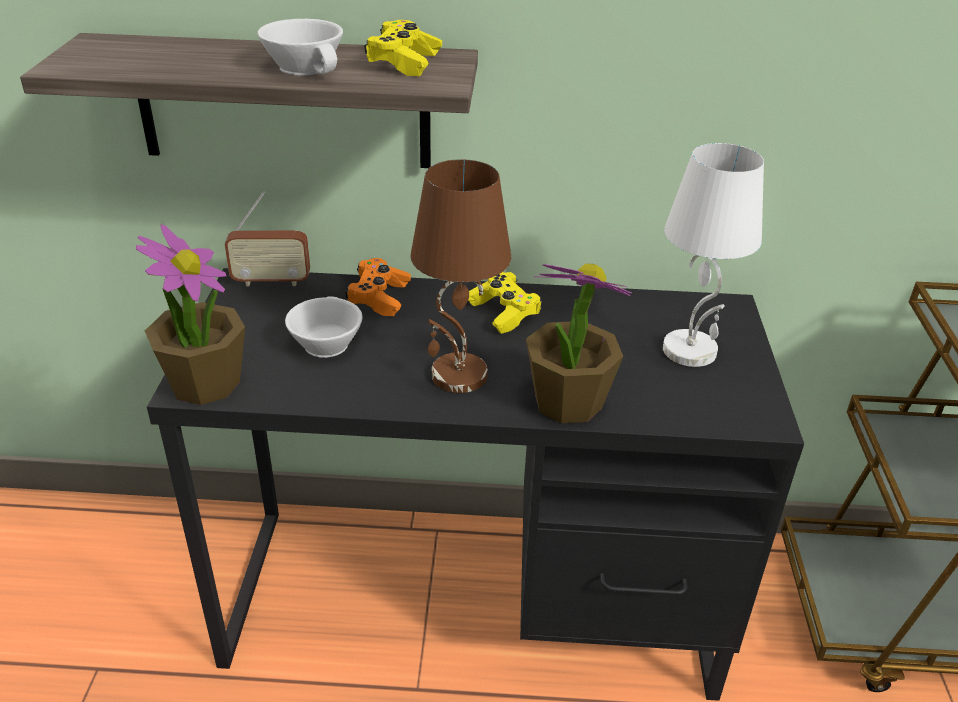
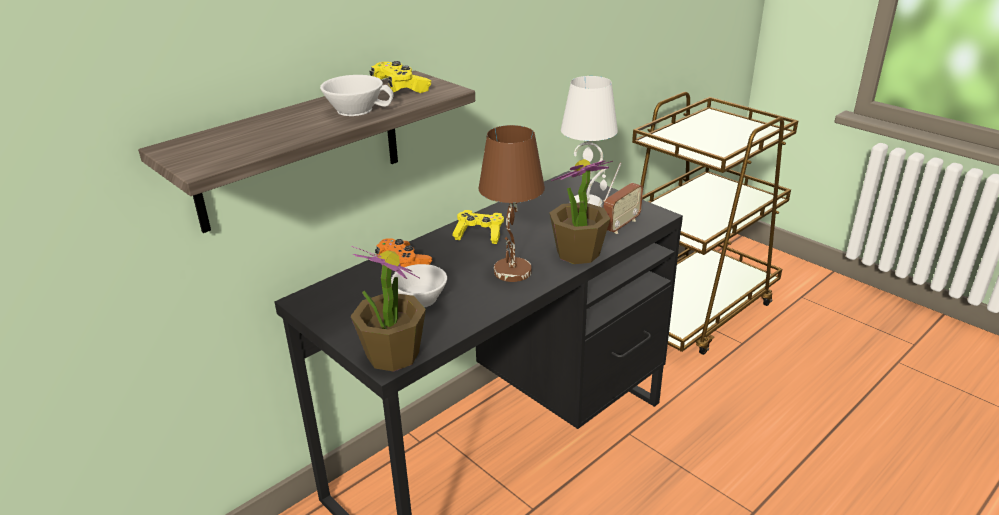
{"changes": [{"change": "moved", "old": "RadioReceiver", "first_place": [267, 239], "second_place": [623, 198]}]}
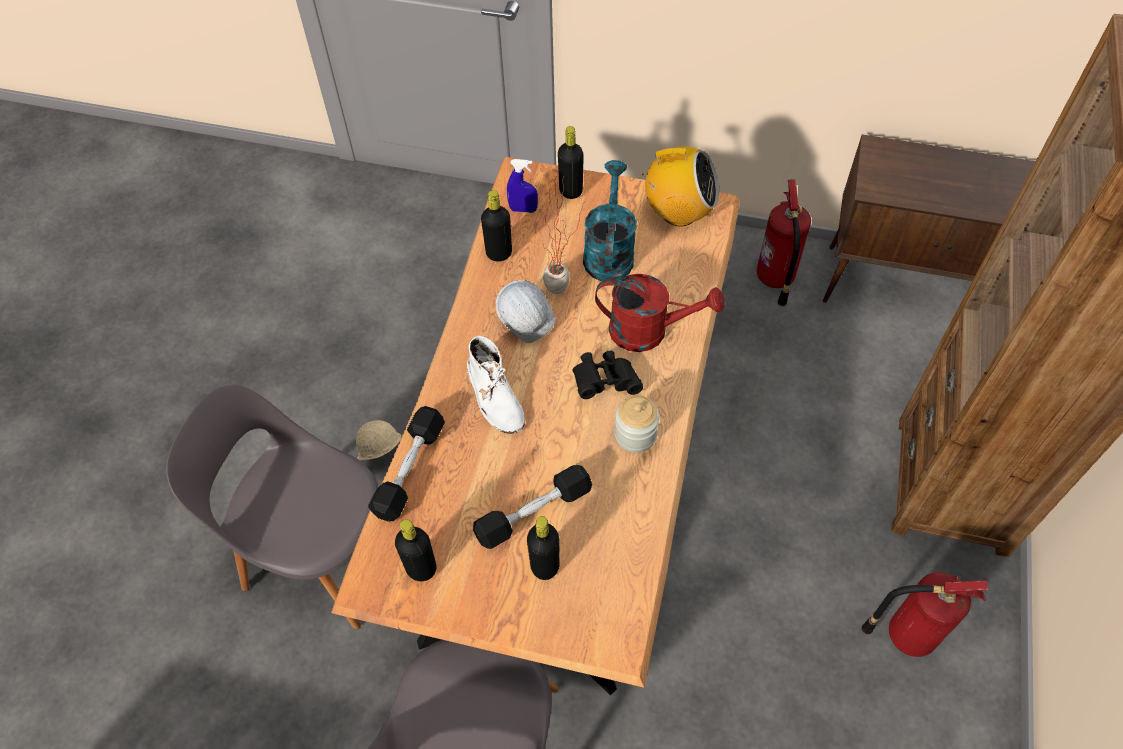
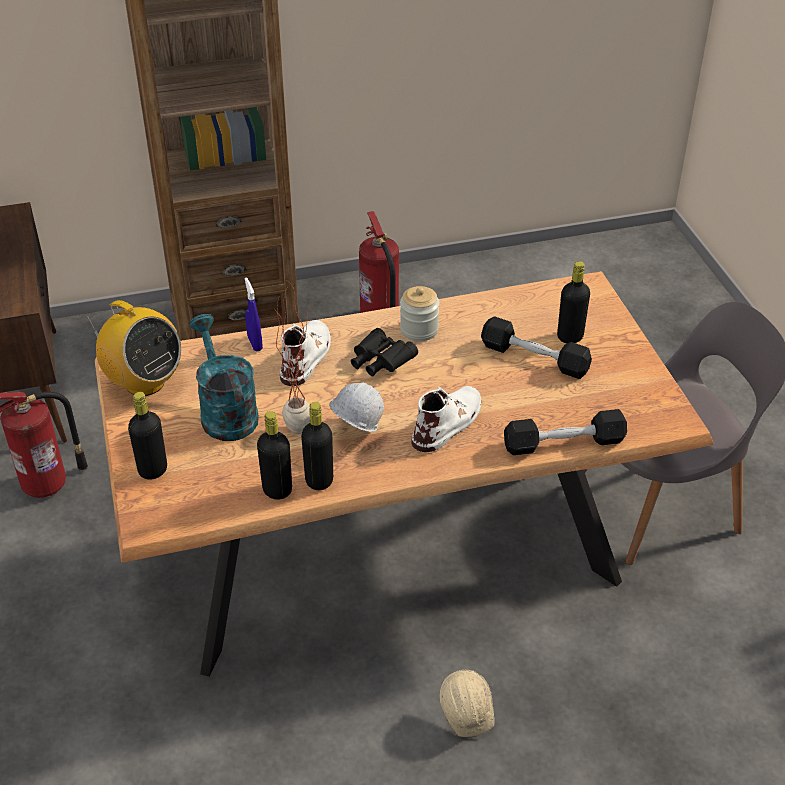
{"changes": [{"change": "turned", "old": "RadioReceiver", "first_place": [680, 186], "second_place": [133, 348], "degrees": 150}, {"change": "moved", "old": "BlueSprayBottle", "first_place": [522, 186], "second_place": [254, 314]}, {"change": "turned", "old": "TurquoiseColouredWateringCan", "first_place": [610, 220], "second_place": [224, 377], "degrees": 90}, {"change": "replaced", "old": "RedWateringCan", "new": "WhiteBoot", "first_place": [660, 313], "second_place": [305, 353]}, {"change": "removed", "old": "GrayChair", "first_place": [272, 507]}, {"change": "moved", "old": "BlackishDrinkBottle", "first_place": [415, 550], "second_place": [317, 446]}]}
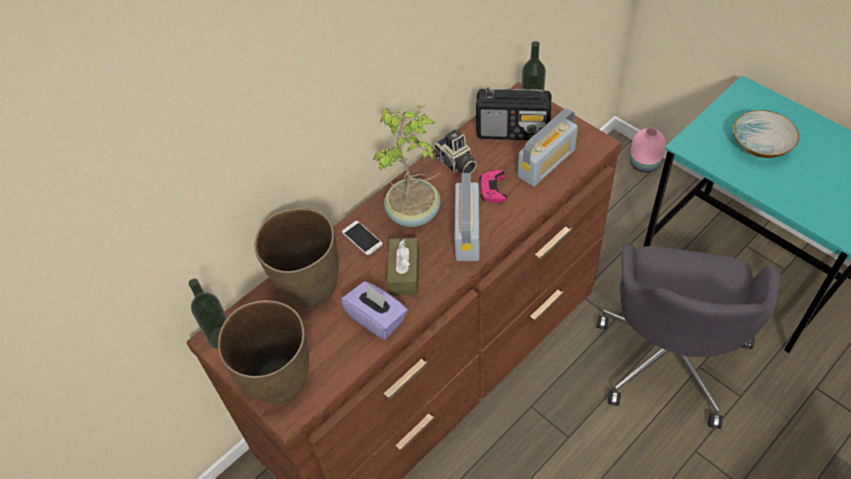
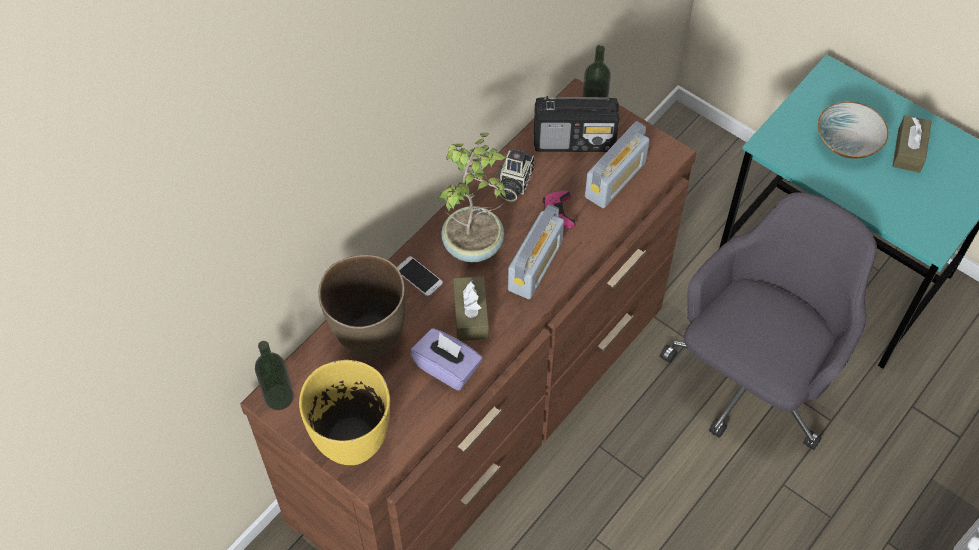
{"changes": [{"change": "removed", "old": "PinkVase", "first_place": [648, 150]}, {"change": "turned", "old": "PhotoCamera", "first_place": [455, 151], "second_place": [516, 175], "degrees": 60}, {"change": "turned", "old": "RadioReceiver", "first_place": [467, 217], "second_place": [536, 251], "degrees": -150}, {"change": "turned", "old": "GrayOfficeChair", "first_place": [689, 336], "second_place": [768, 321], "degrees": -150}, {"change": "recoloured", "old": "BrownColouredVase", "new": "YellowishVase", "first_place": [263, 351], "second_place": [344, 412]}, {"change": "added", "new": "BrownColouredBoxOfTissues", "second_place": [912, 144]}]}
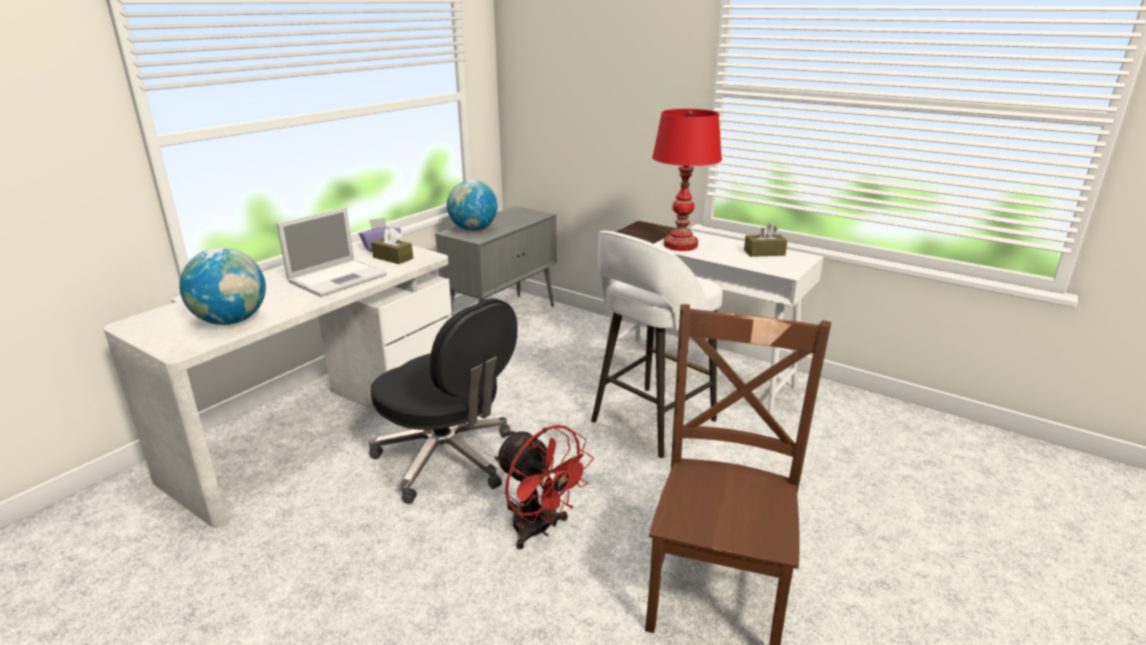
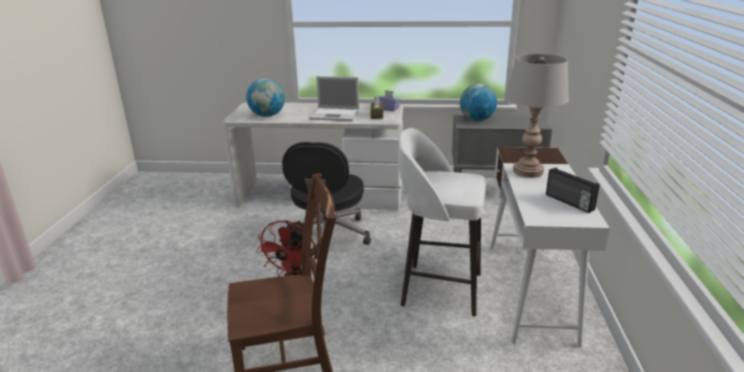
{"changes": [{"change": "recoloured", "old": "RedTabletopLamp", "new": "GrayTabletopLamp", "first_place": [687, 180], "second_place": [537, 116]}, {"change": "replaced", "old": "BrownColouredBoxOfTissues", "new": "RadioReceiver", "first_place": [765, 240], "second_place": [573, 190]}]}
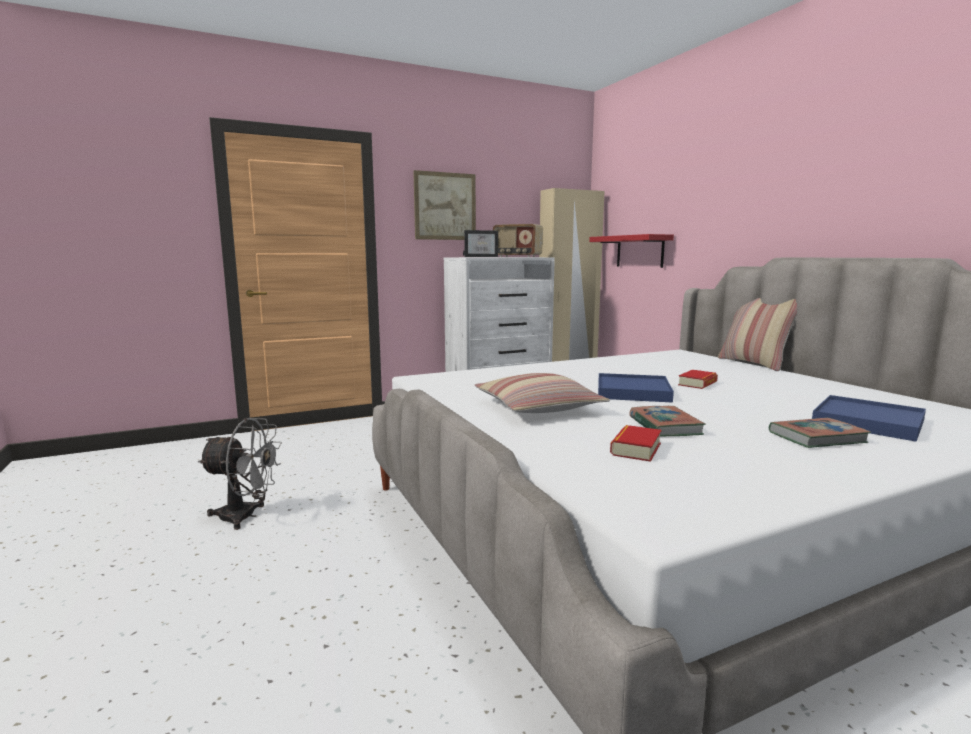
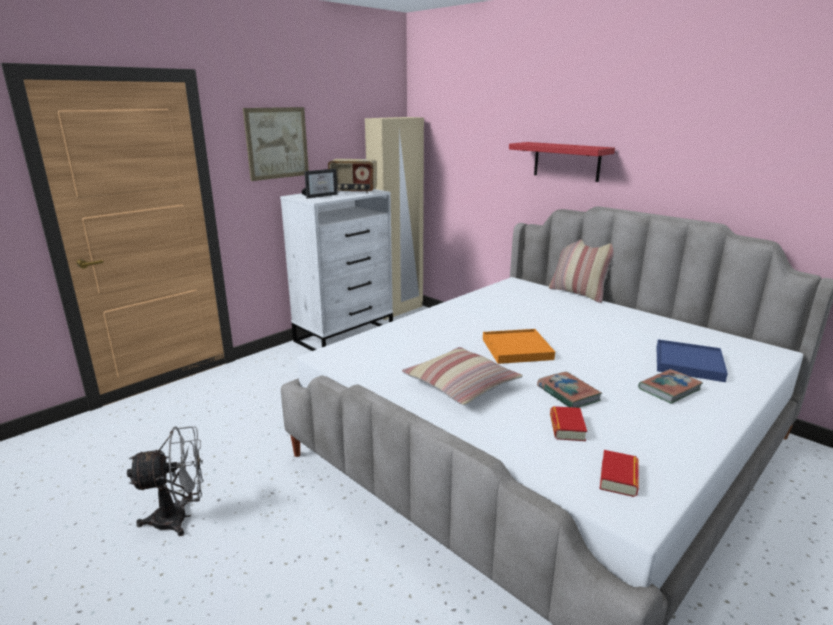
{"changes": [{"change": "moved", "old": "RedShelf", "first_place": [631, 251], "second_place": [562, 162]}, {"change": "moved", "old": "Volume", "first_place": [698, 379], "second_place": [619, 473]}, {"change": "recoloured", "old": "BlueServingTray", "new": "OrangeyServingTray", "first_place": [636, 388], "second_place": [519, 346]}]}
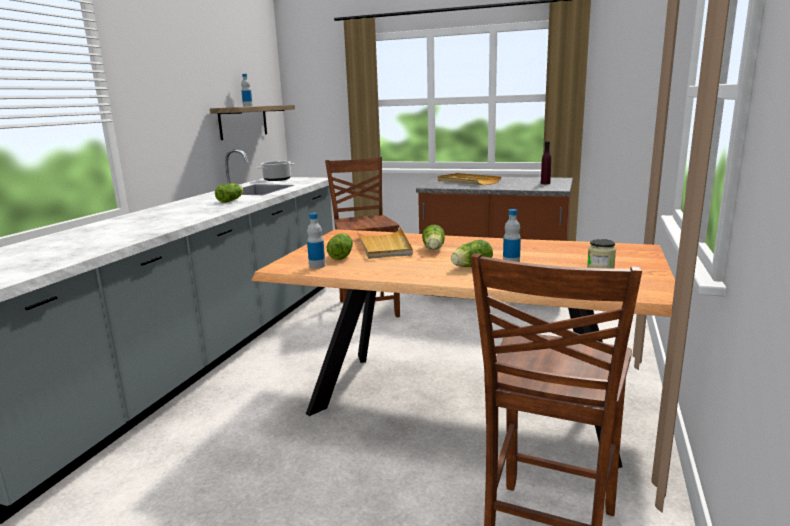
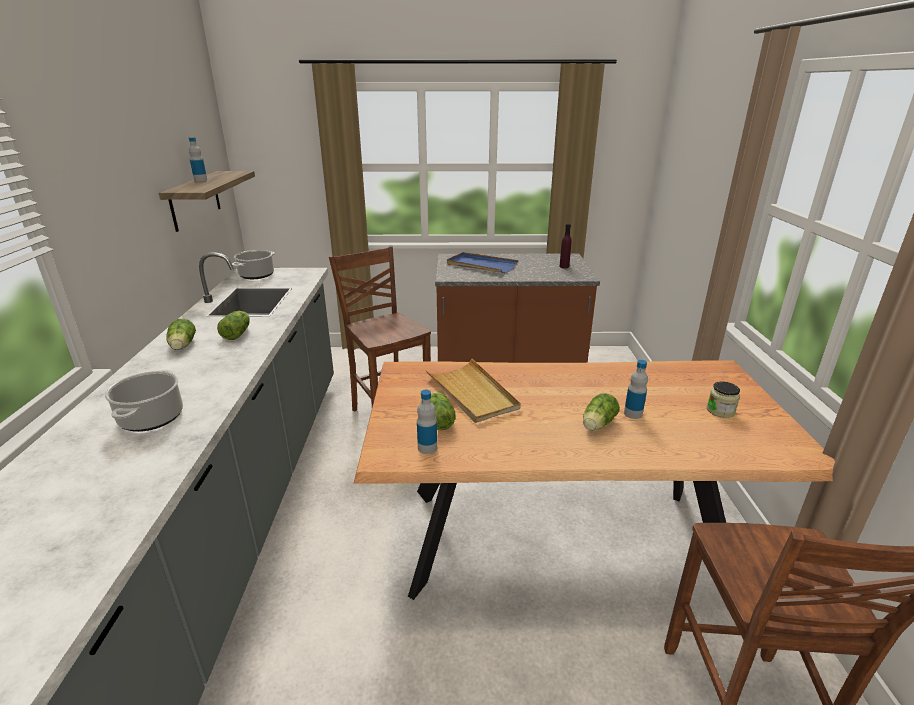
{"changes": [{"change": "recoloured", "old": "SandColouredServingTray", "new": "BlueServingTray", "first_place": [469, 179], "second_place": [483, 262]}, {"change": "moved", "old": "LettuceHead", "first_place": [433, 237], "second_place": [181, 334]}, {"change": "added", "new": "Saucepot", "second_place": [144, 401]}]}
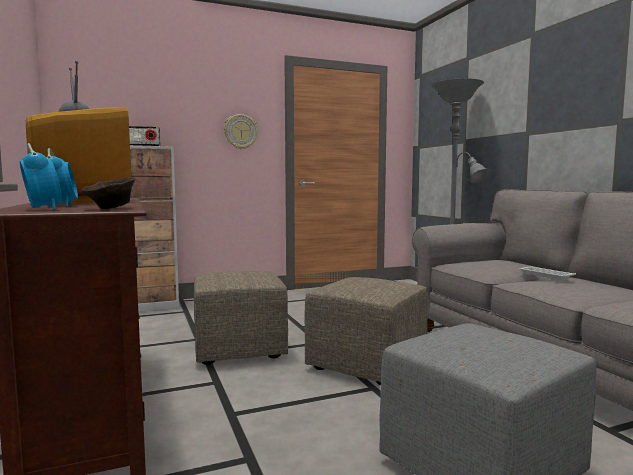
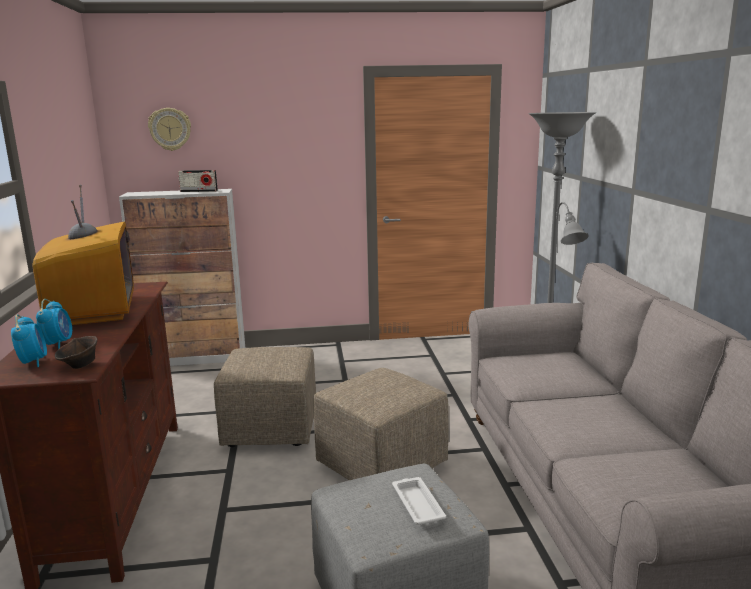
{"changes": [{"change": "moved", "old": "HangingClock", "first_place": [241, 132], "second_place": [169, 129]}, {"change": "moved", "old": "WhiteServingTray", "first_place": [547, 273], "second_place": [419, 501]}]}
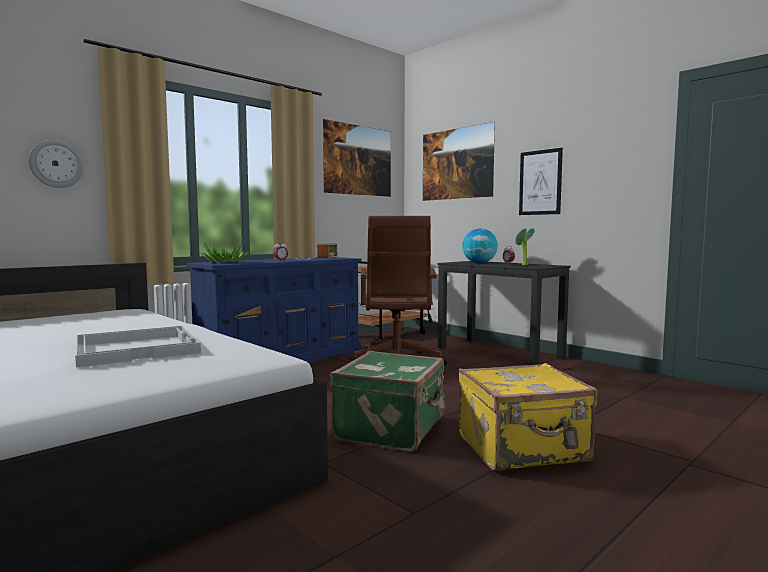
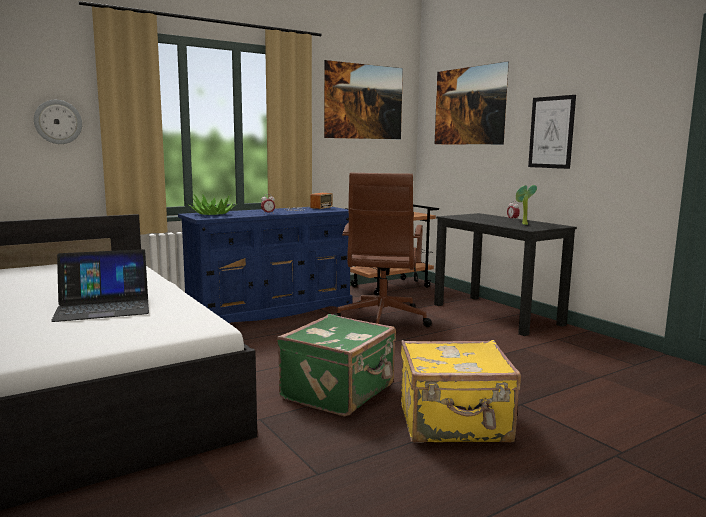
{"changes": [{"change": "removed", "old": "Globe", "first_place": [480, 245]}, {"change": "replaced", "old": "WhiteServingTray", "new": "NotebookComputer", "first_place": [138, 346], "second_place": [100, 285]}]}
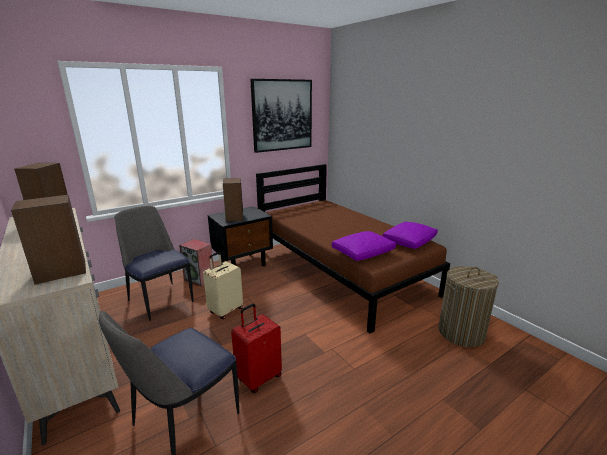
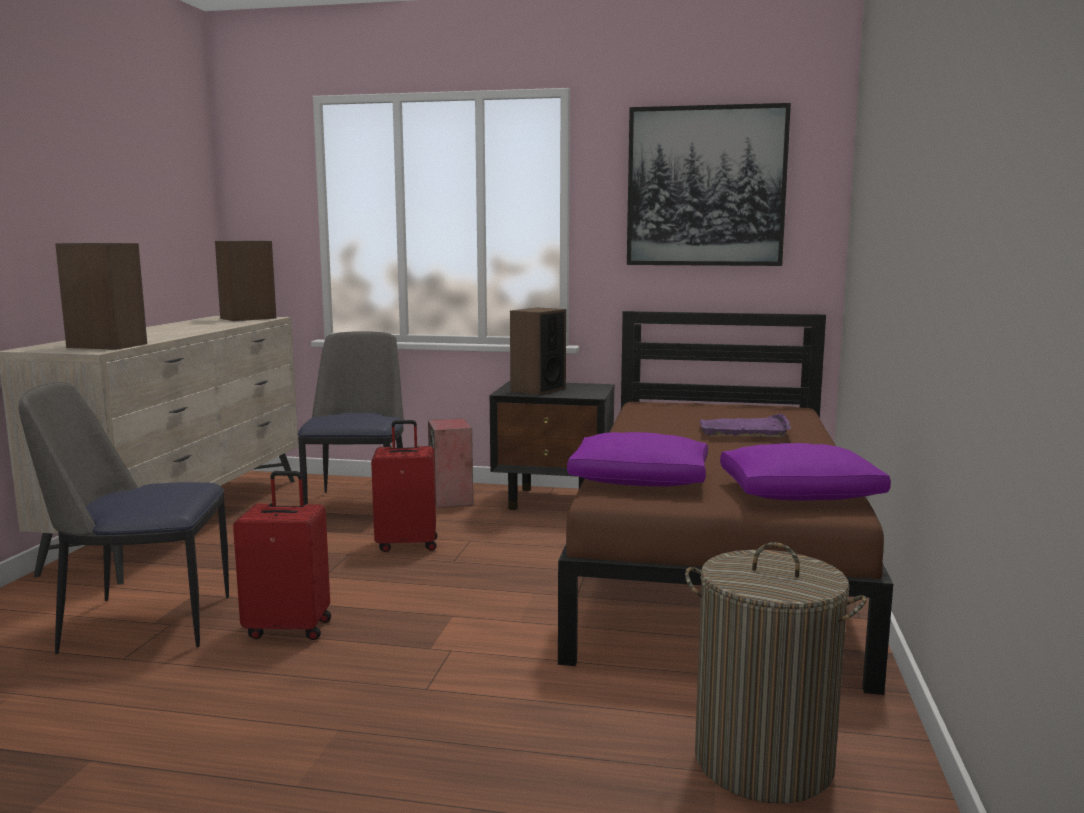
{"changes": [{"change": "recoloured", "old": "SandColouredSuitcase", "new": "RedSuitcase", "first_place": [223, 285], "second_place": [404, 486]}, {"change": "added", "new": "PurpleServingTray", "second_place": [745, 425]}]}
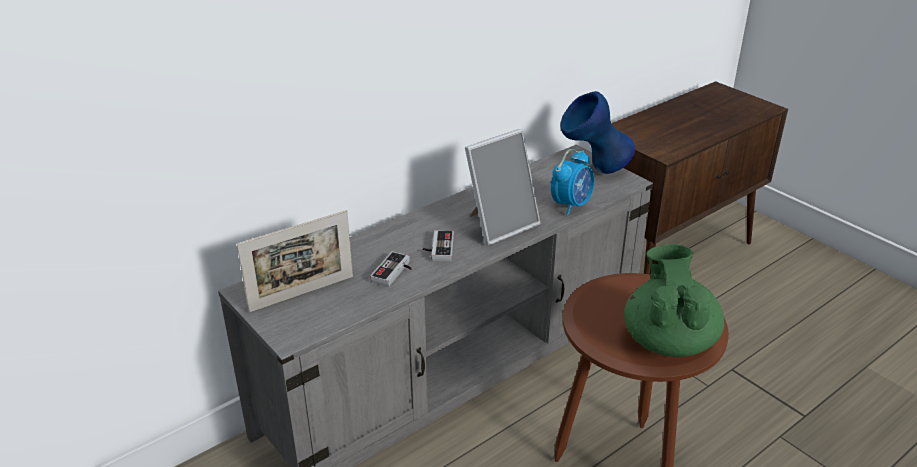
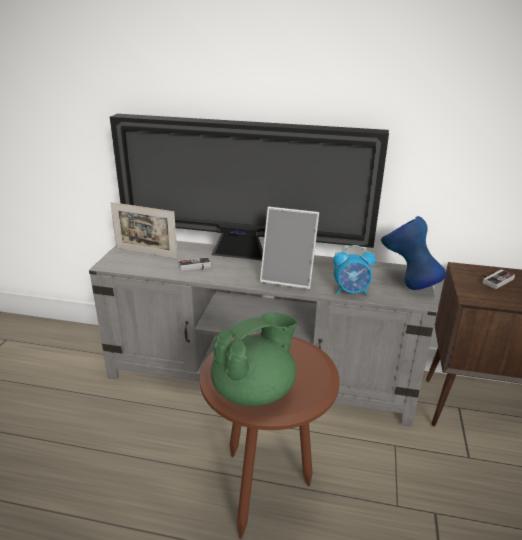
{"changes": [{"change": "moved", "old": "Gamepad", "first_place": [438, 245], "second_place": [498, 279]}, {"change": "added", "new": "TvSet", "second_place": [249, 187]}]}
